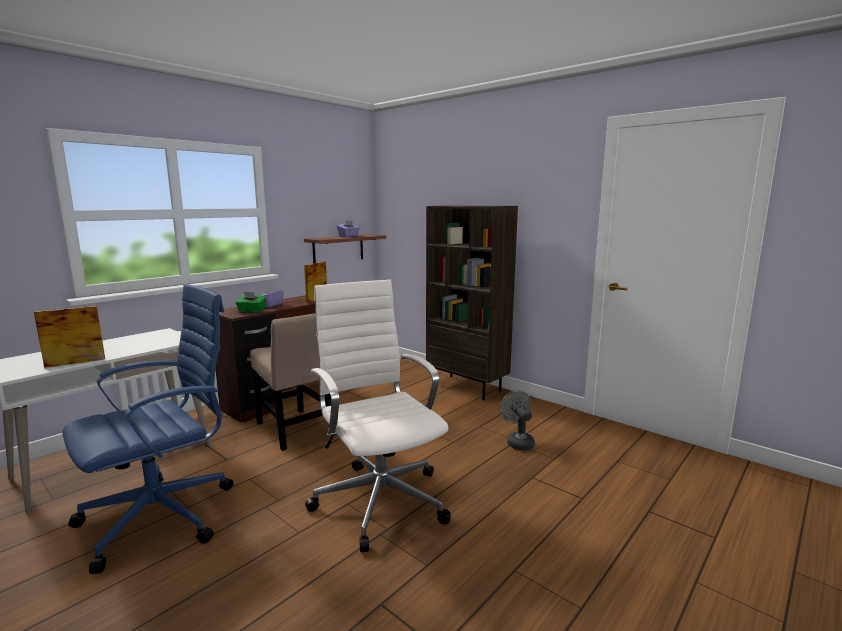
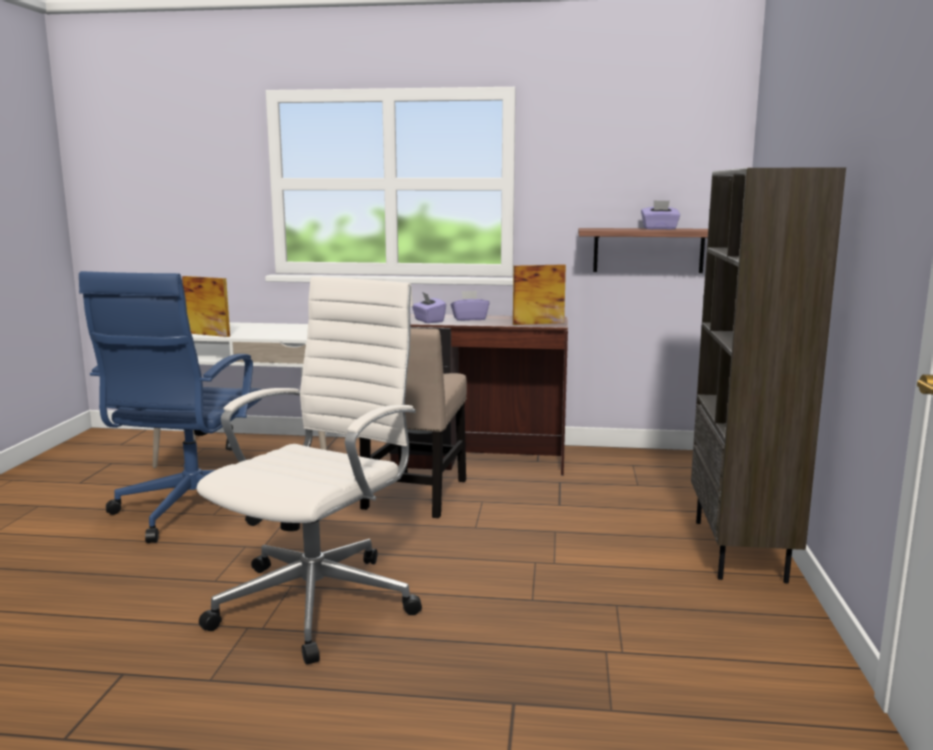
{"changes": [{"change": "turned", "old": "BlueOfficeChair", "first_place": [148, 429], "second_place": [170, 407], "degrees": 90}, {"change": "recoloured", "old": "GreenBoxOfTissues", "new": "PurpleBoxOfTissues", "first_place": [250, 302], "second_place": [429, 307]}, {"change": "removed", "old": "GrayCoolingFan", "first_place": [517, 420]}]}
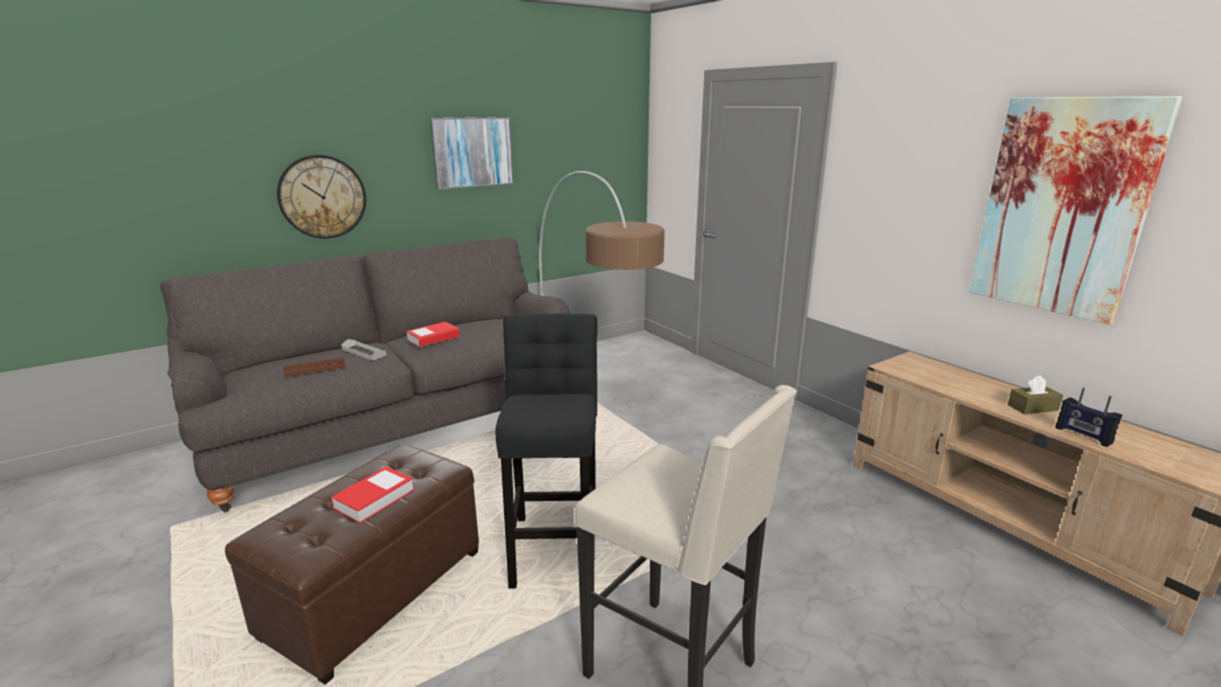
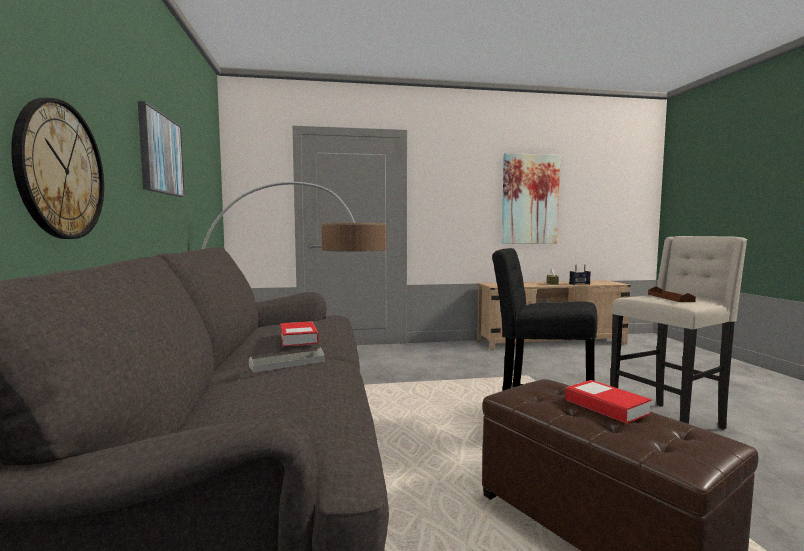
{"changes": [{"change": "moved", "old": "BrownColouredServingTray", "first_place": [314, 367], "second_place": [672, 294]}]}
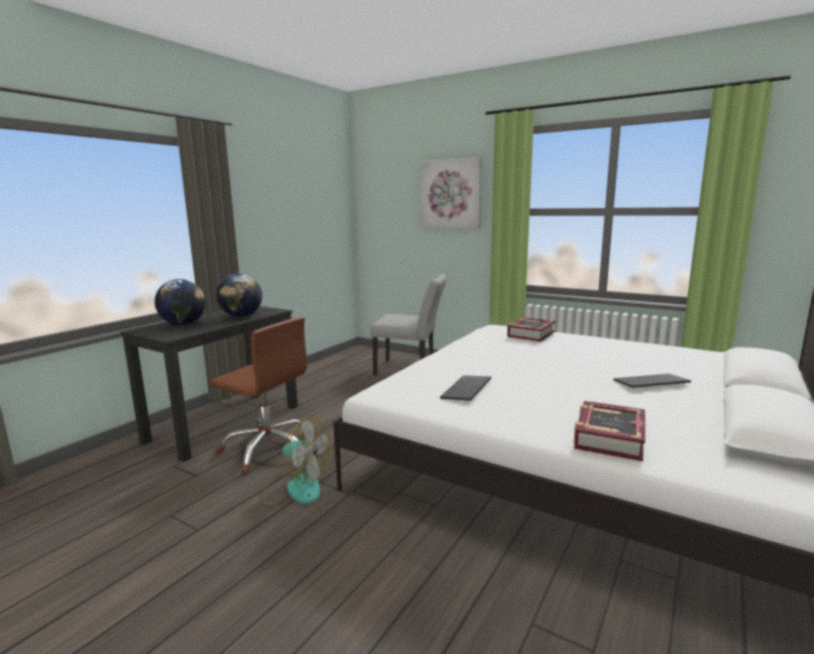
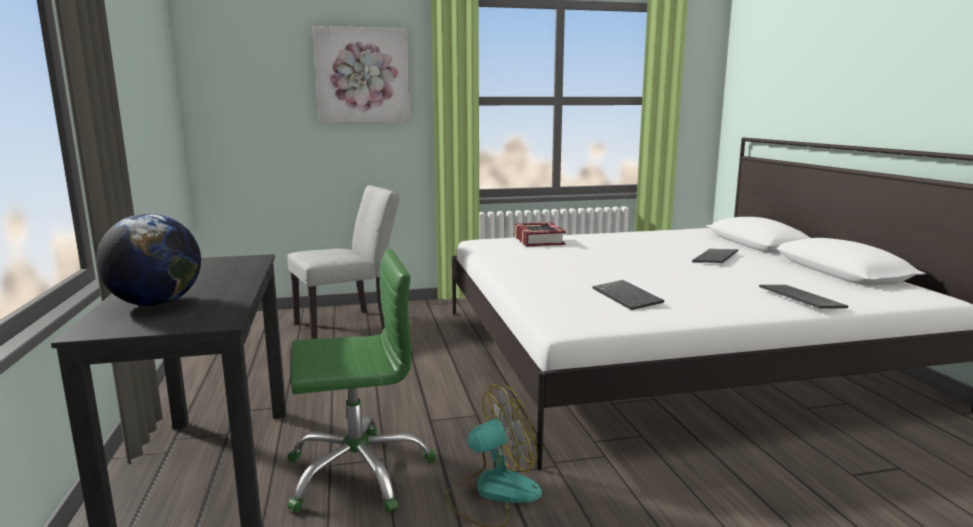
{"changes": [{"change": "removed", "old": "Globe", "first_place": [239, 295]}, {"change": "recoloured", "old": "BrownColouredOfficeChair", "new": "GreenOfficeChair", "first_place": [258, 394], "second_place": [361, 381]}, {"change": "replaced", "old": "Volume", "new": "PcKeyboard", "first_place": [609, 431], "second_place": [803, 297]}]}
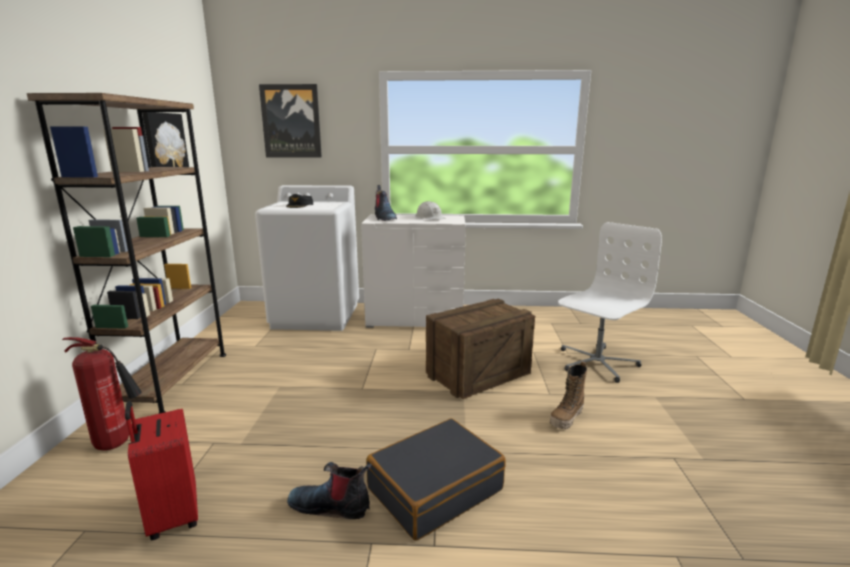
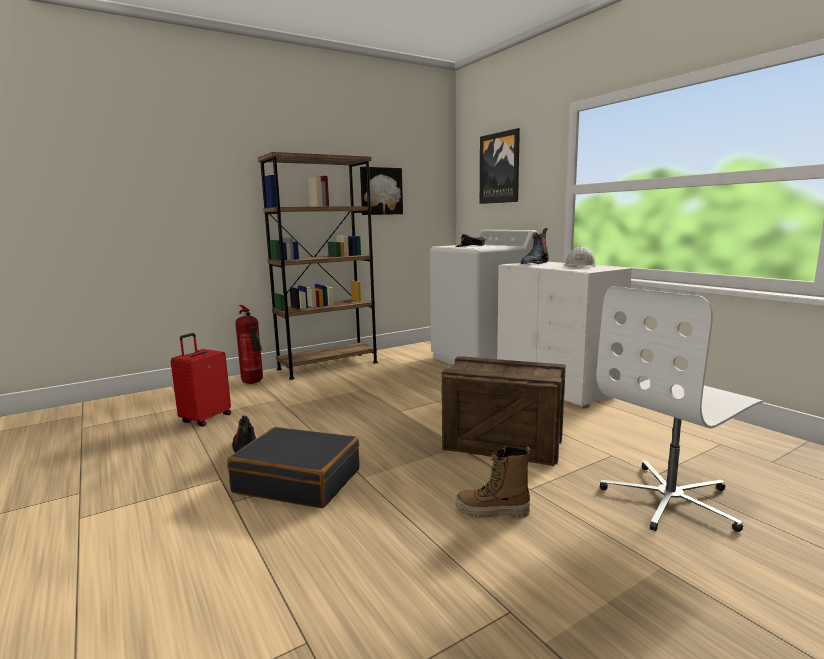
{"changes": [{"change": "turned", "old": "WhiteOfficeChair", "first_place": [610, 302], "second_place": [680, 409], "degrees": 135}]}
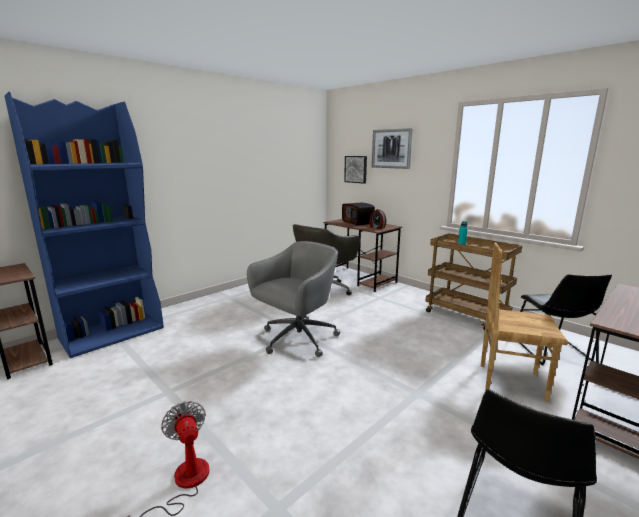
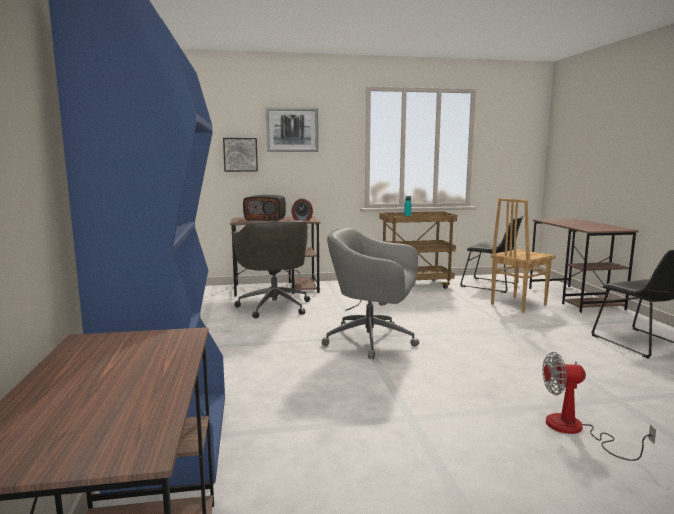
{"changes": [{"change": "turned", "old": "GrayOfficeChair", "first_place": [293, 299], "second_place": [370, 293], "degrees": -60}]}
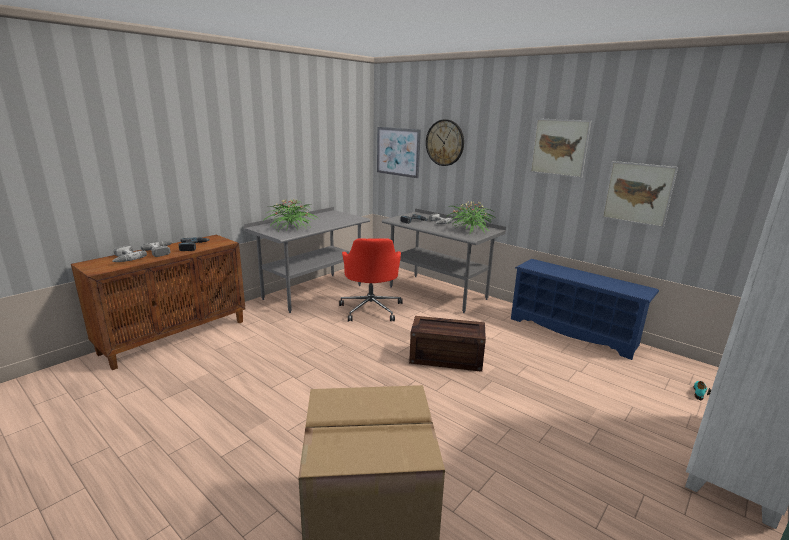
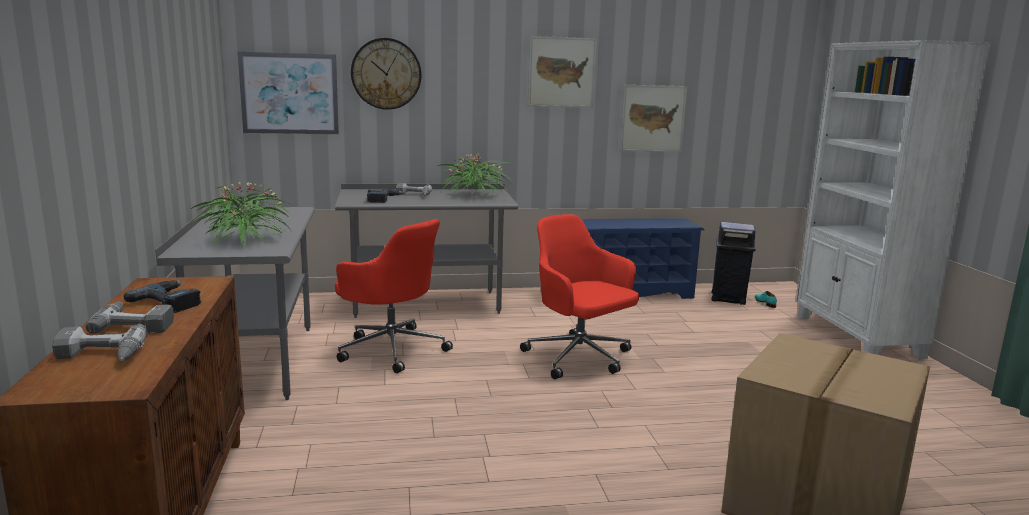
{"changes": [{"change": "replaced", "old": "PackingCrate", "new": "RedOfficeChair", "first_place": [447, 344], "second_place": [579, 296]}, {"change": "added", "new": "BlueRubbishBin", "second_place": [733, 263]}]}
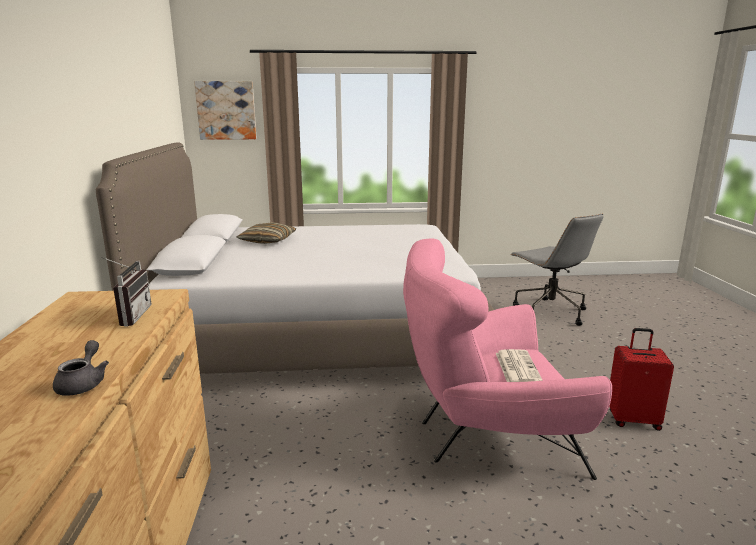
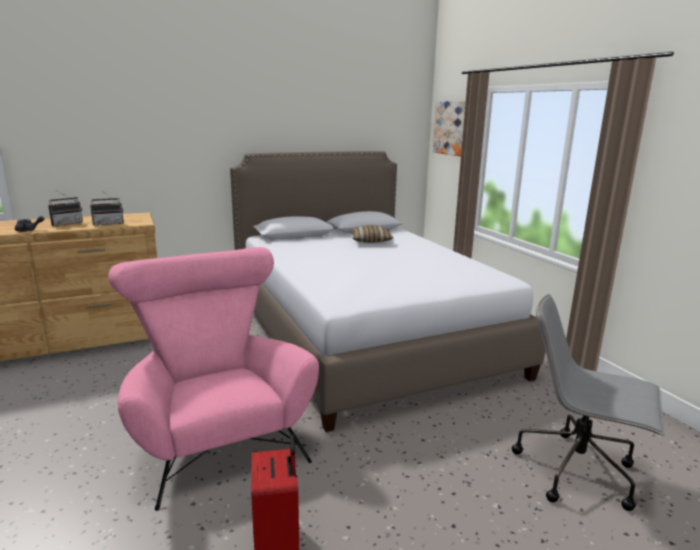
{"changes": [{"change": "turned", "old": "GrayOfficeChair", "first_place": [556, 270], "second_place": [588, 402], "degrees": 75}, {"change": "removed", "old": "DailyPaper", "first_place": [519, 365]}, {"change": "added", "new": "RadioReceiver", "second_place": [65, 209]}]}
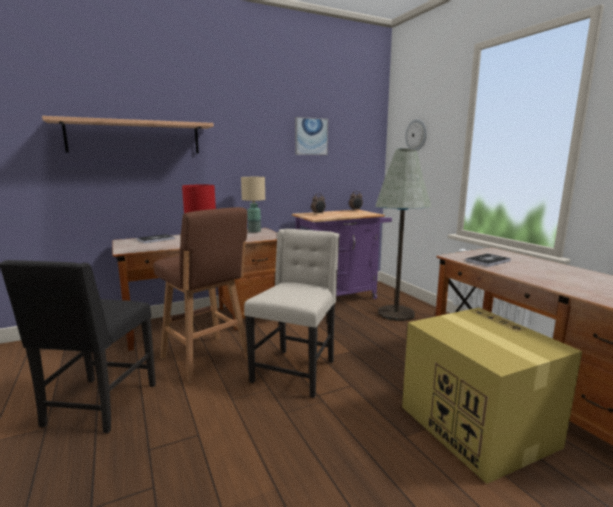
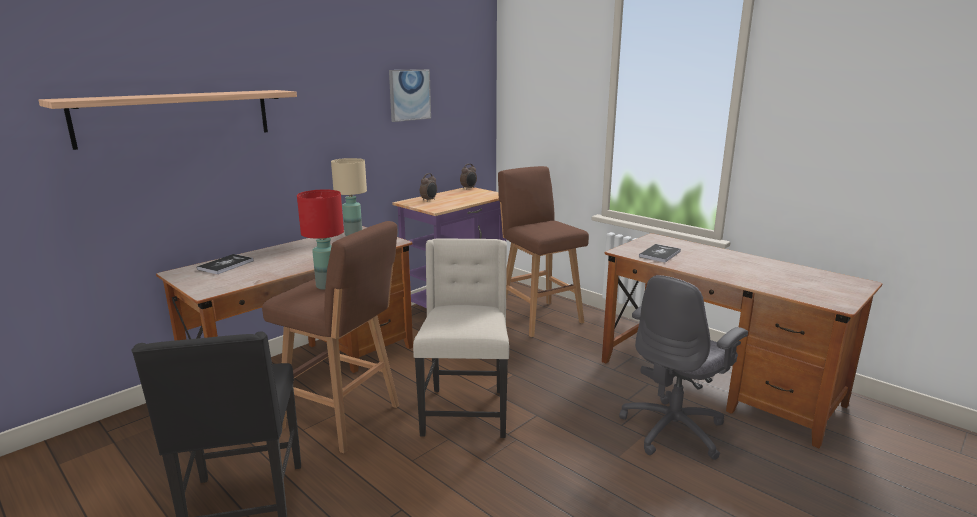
{"changes": [{"change": "removed", "old": "HangingClock", "first_place": [416, 135]}, {"change": "replaced", "old": "GrayStandingLamp", "new": "BrownColouredStoolSeat", "first_place": [403, 234], "second_place": [543, 251]}, {"change": "replaced", "old": "CardboardBox", "new": "GrayOfficeChair", "first_place": [492, 396], "second_place": [683, 367]}]}
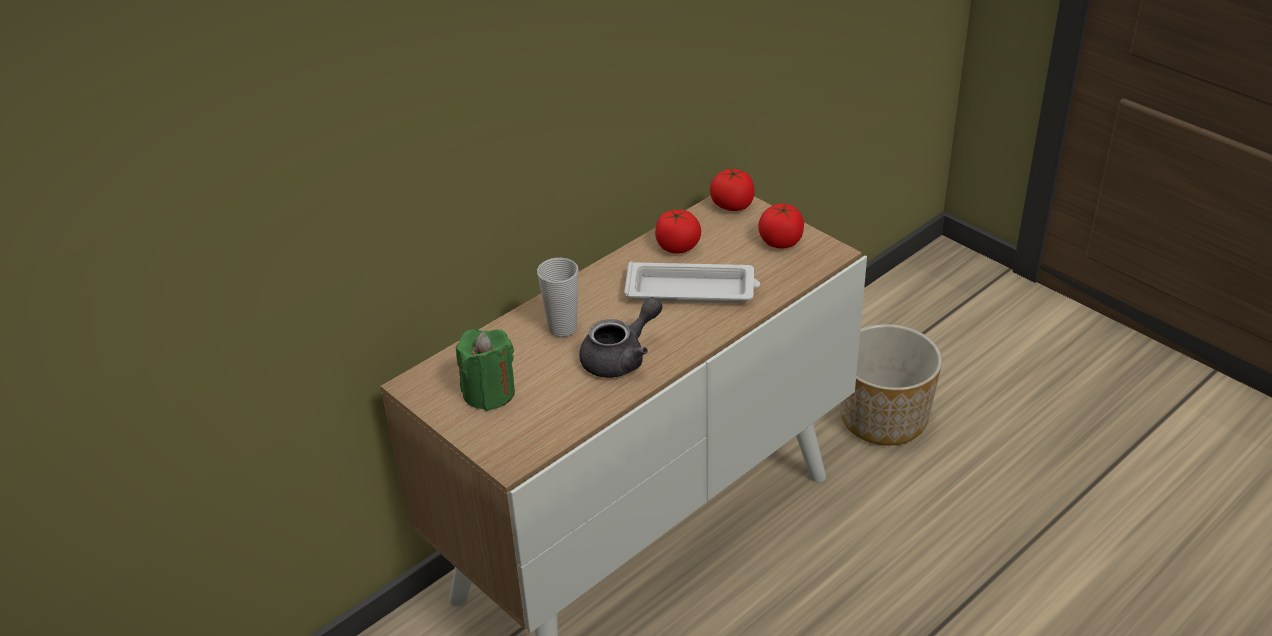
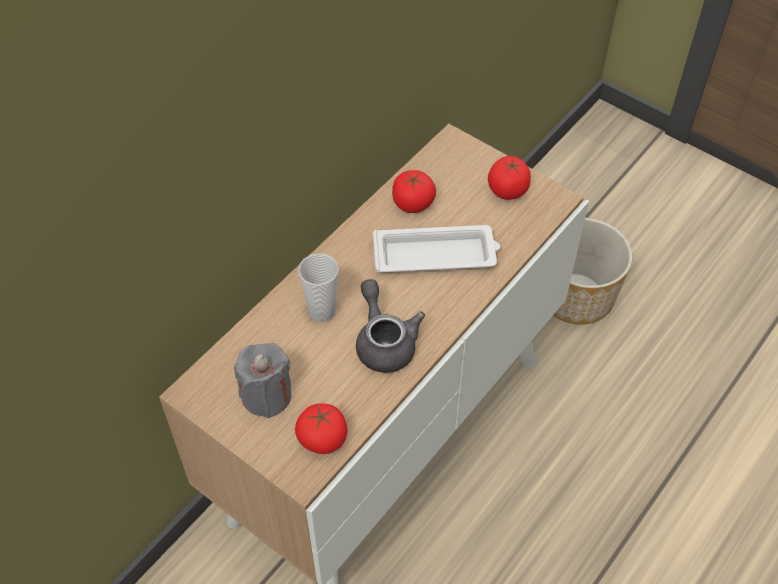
{"changes": [{"change": "moved", "old": "Tomato", "first_place": [732, 189], "second_place": [321, 428]}, {"change": "turned", "old": "GrayTeapot", "first_place": [620, 337], "second_place": [390, 326], "degrees": -60}, {"change": "recoloured", "old": "GreenWaxCandle", "new": "GrayWaxCandle", "first_place": [485, 370], "second_place": [262, 380]}]}
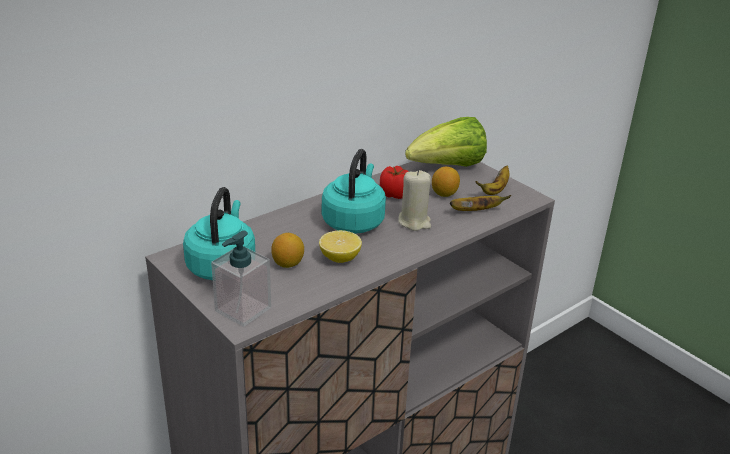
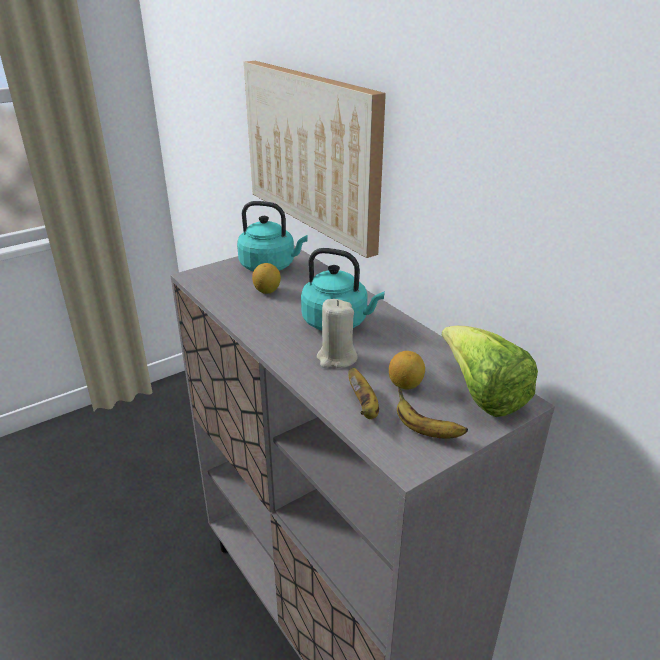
{"changes": [{"change": "removed", "old": "Tomato", "first_place": [394, 182]}, {"change": "removed", "old": "WholeLemon", "first_place": [340, 246]}, {"change": "removed", "old": "LiquidSoapBottle", "first_place": [241, 279]}, {"change": "added", "new": "Picture", "second_place": [315, 159]}]}
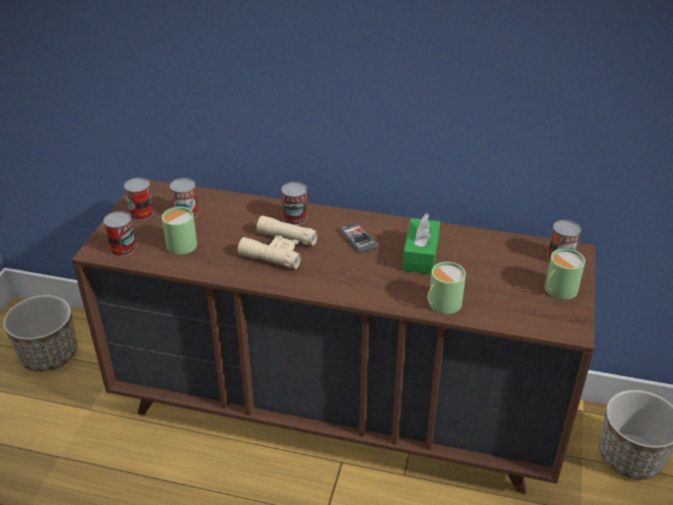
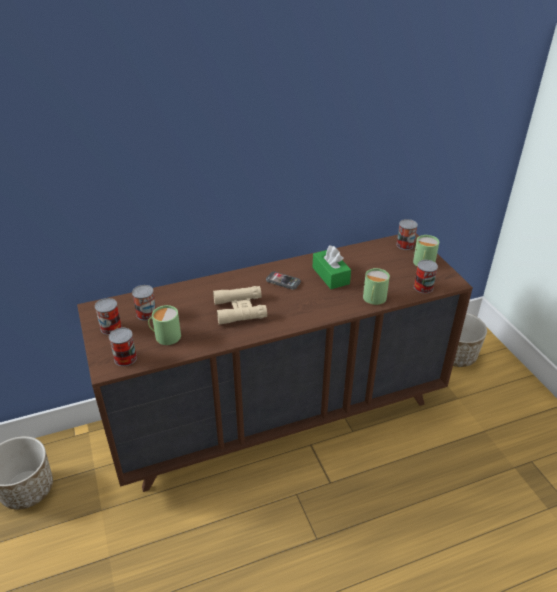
{"changes": [{"change": "moved", "old": "MetalCan", "first_place": [294, 203], "second_place": [426, 276]}]}
